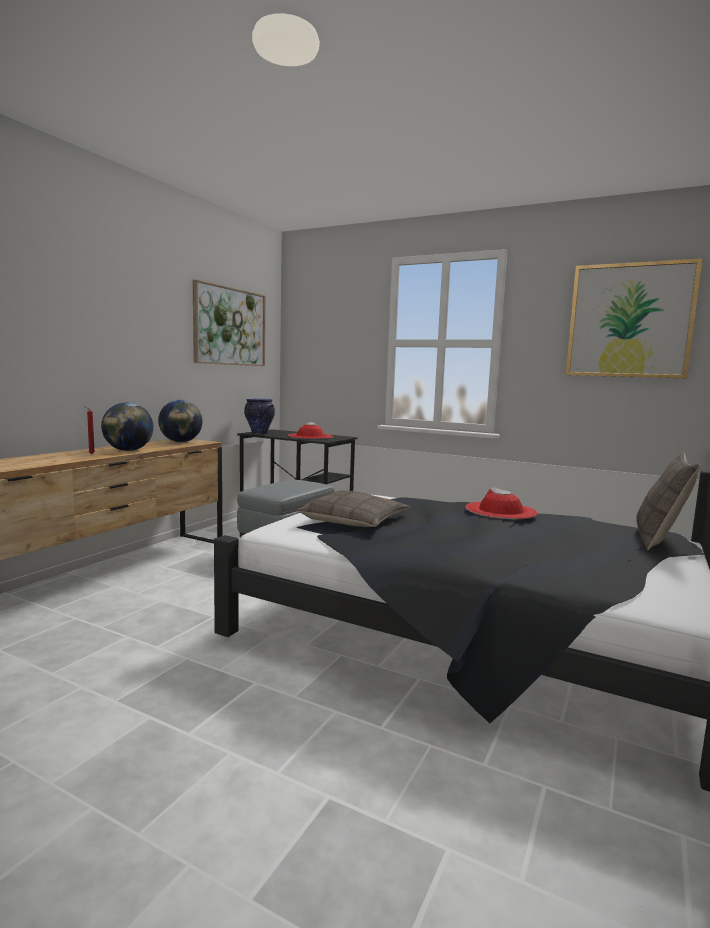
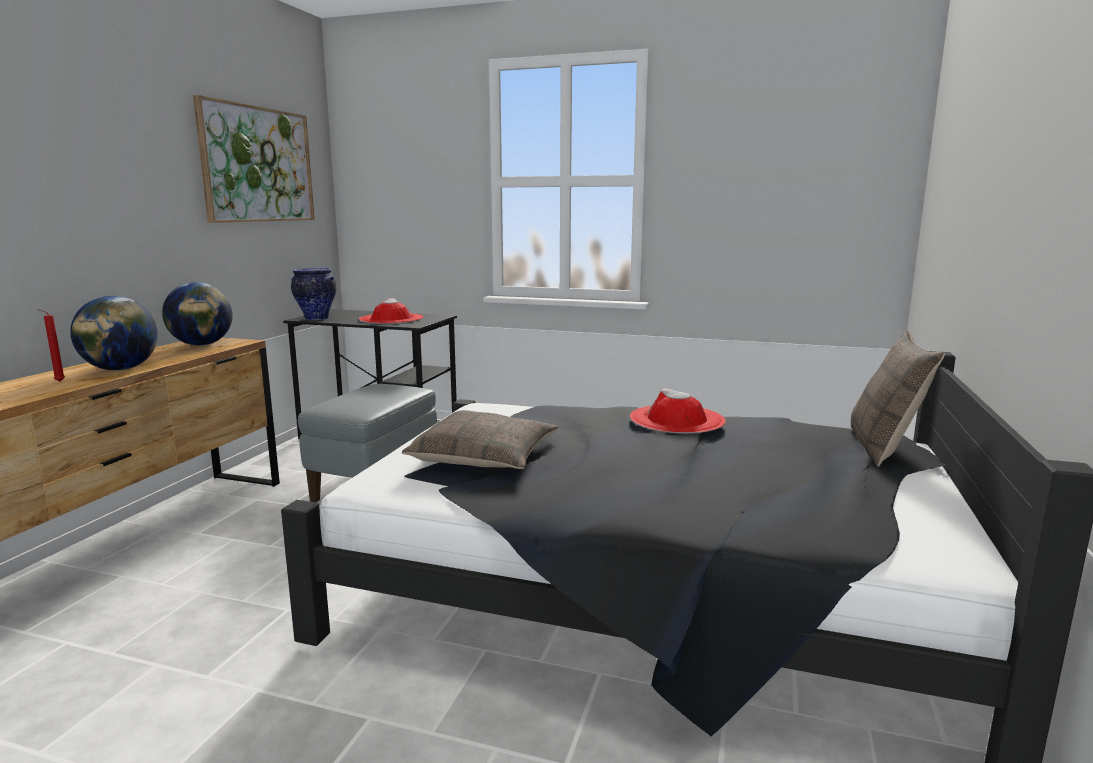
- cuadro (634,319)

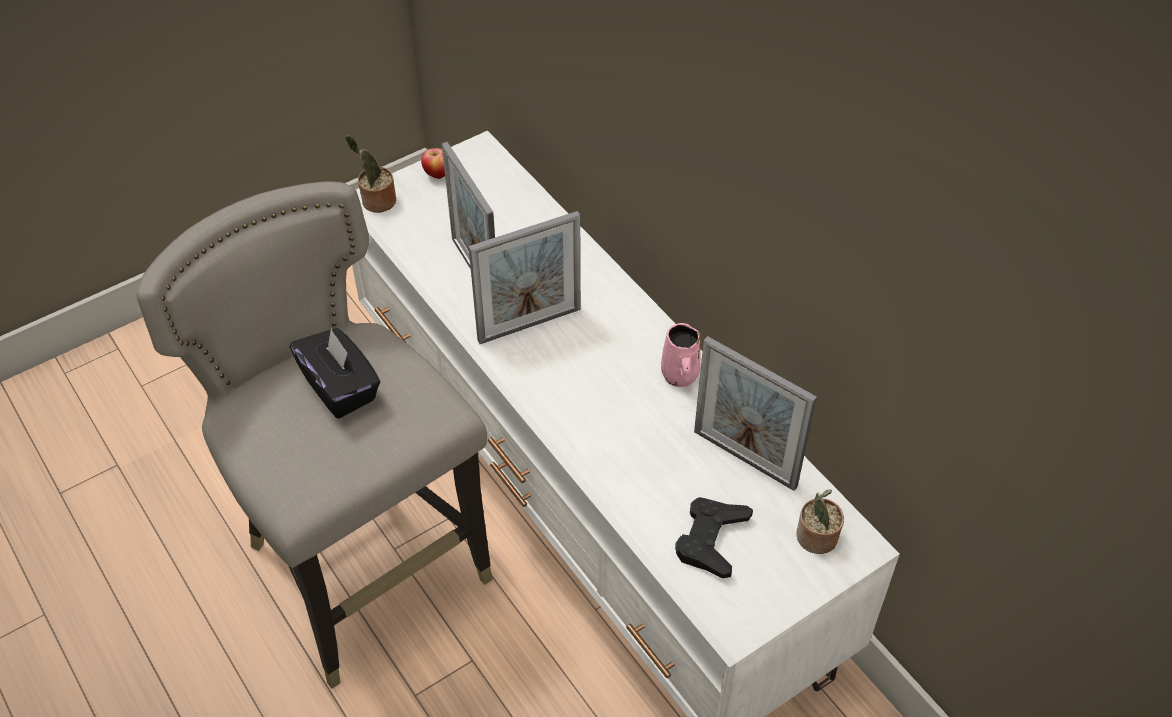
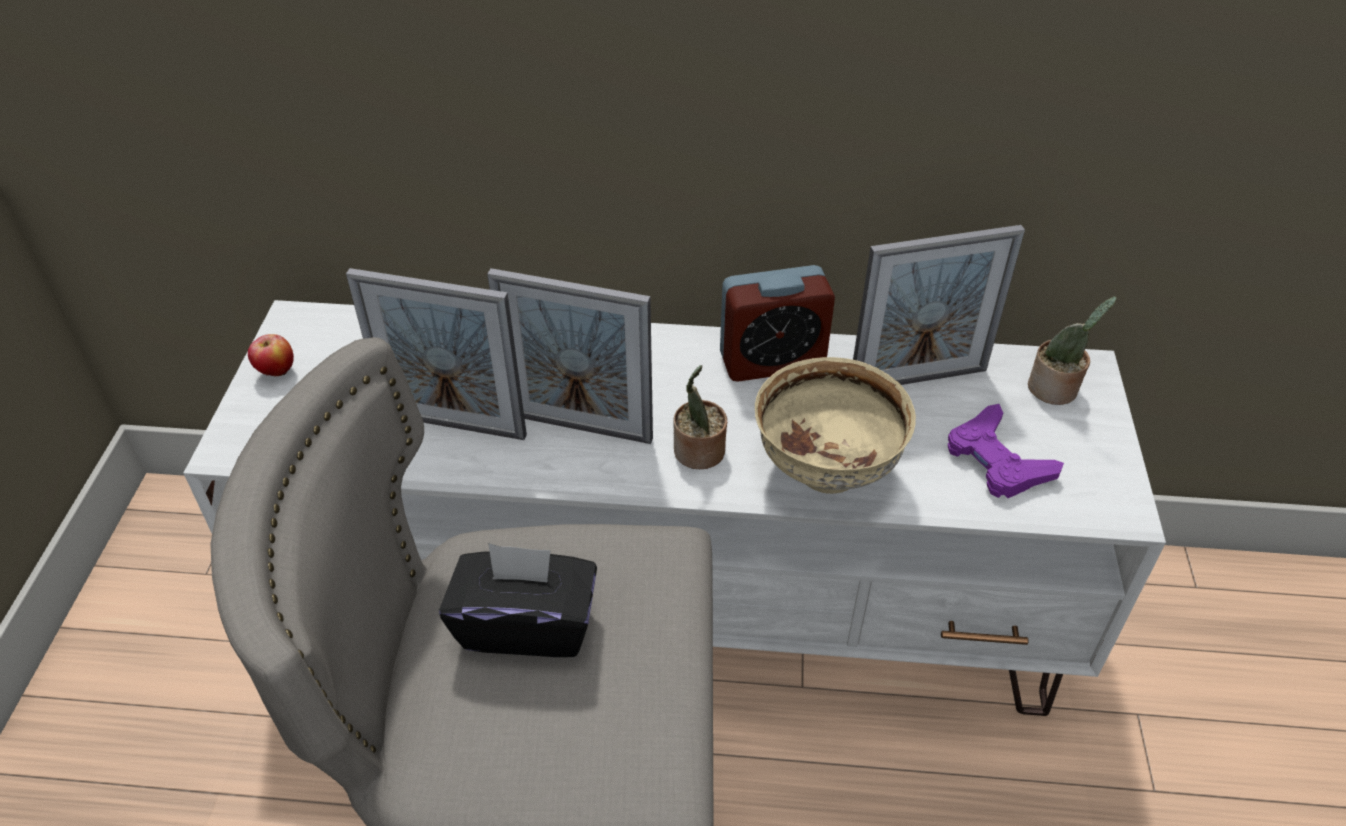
+ cuenco (beis) (835,425)
~ planta en maceta (370,174) to (700,417)
~ taza grande (rosa) (681,355) to despertador (777,323)
~ mando de consola (negro) (714,537) to mando de consola (morado) (1006,451)
~ portarretratos (525,277) = (570,356) 90 degrees clockwise

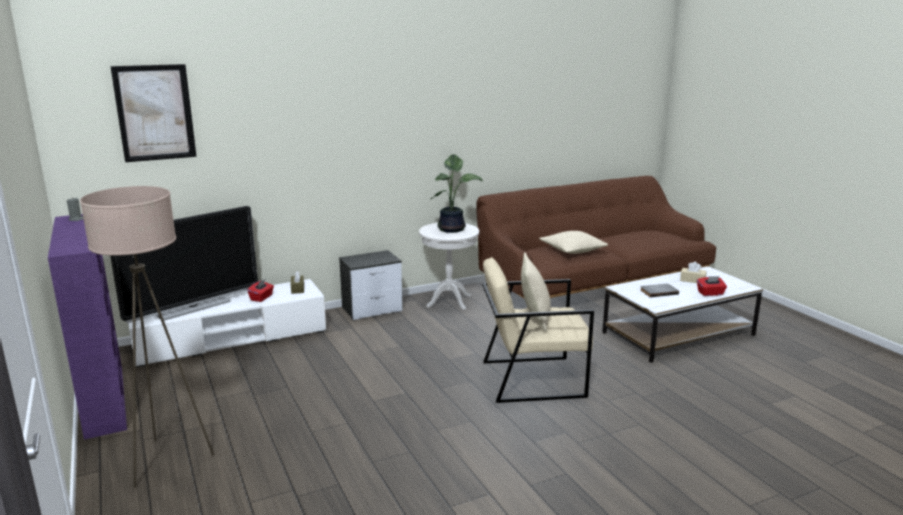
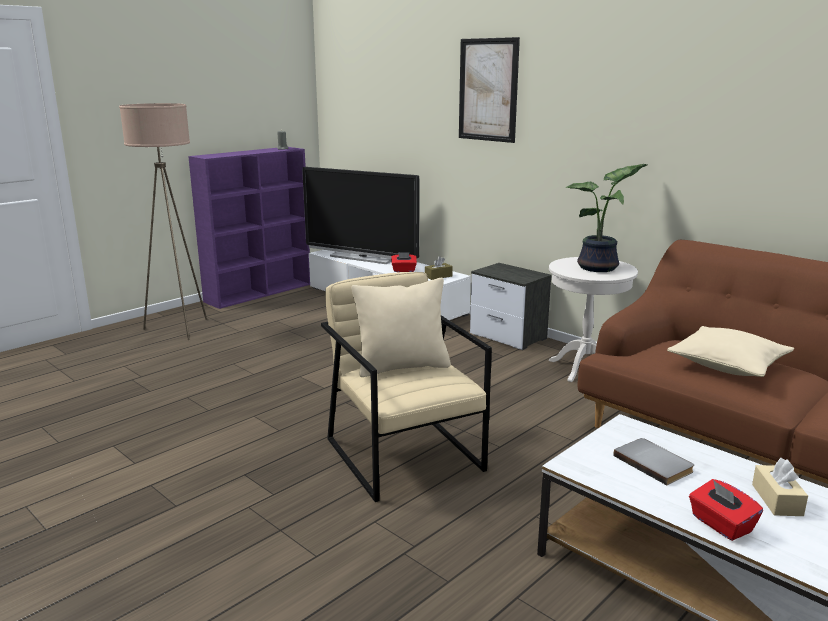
~ cuadro (153,113) to (489,90)

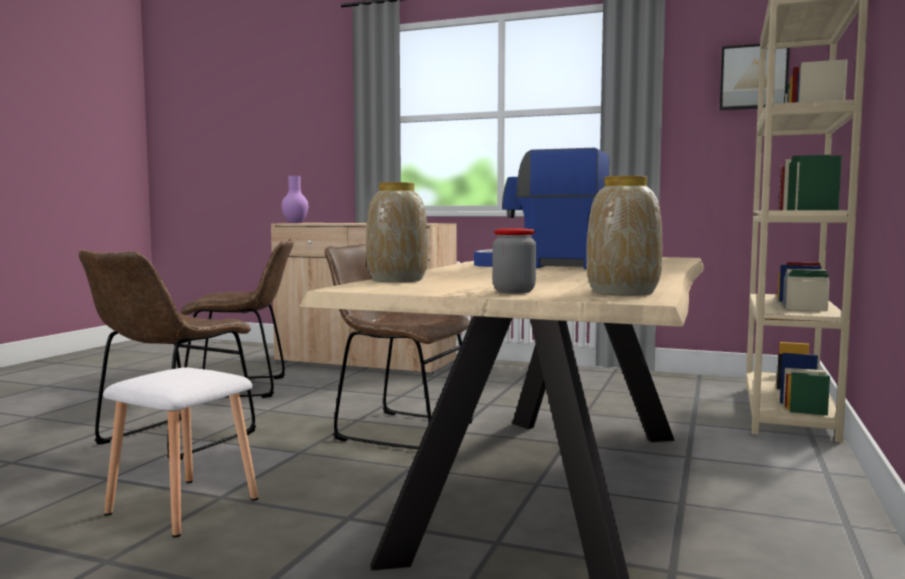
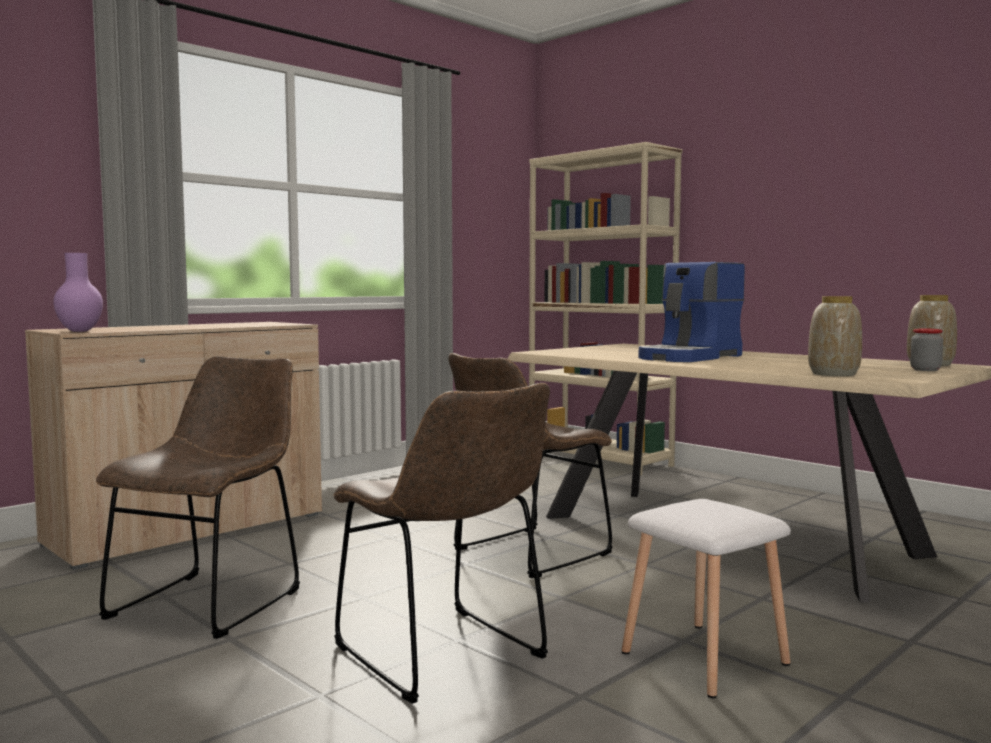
- cuadro (754,77)

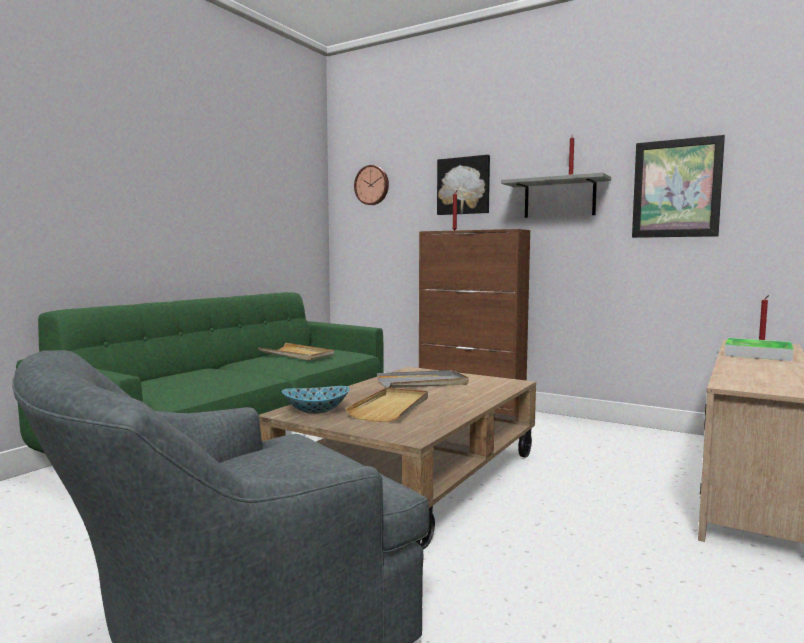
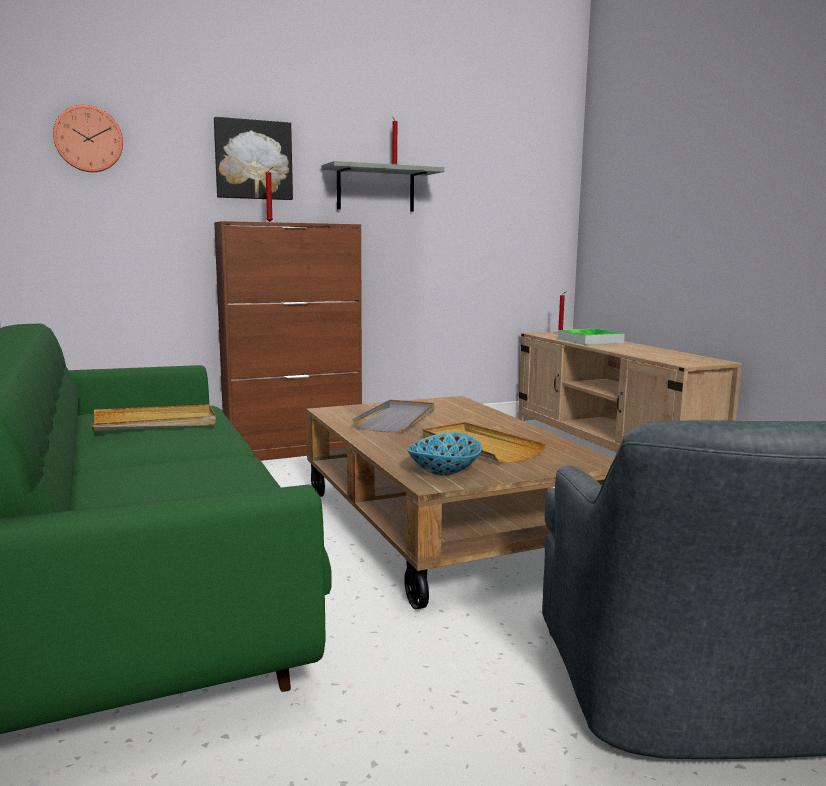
- cuadro (678,186)

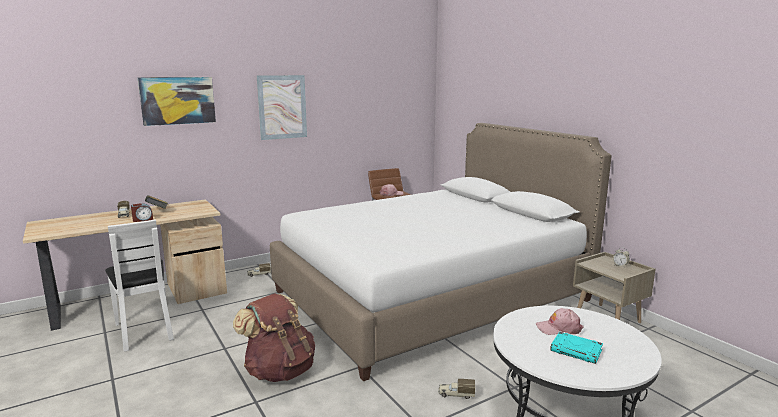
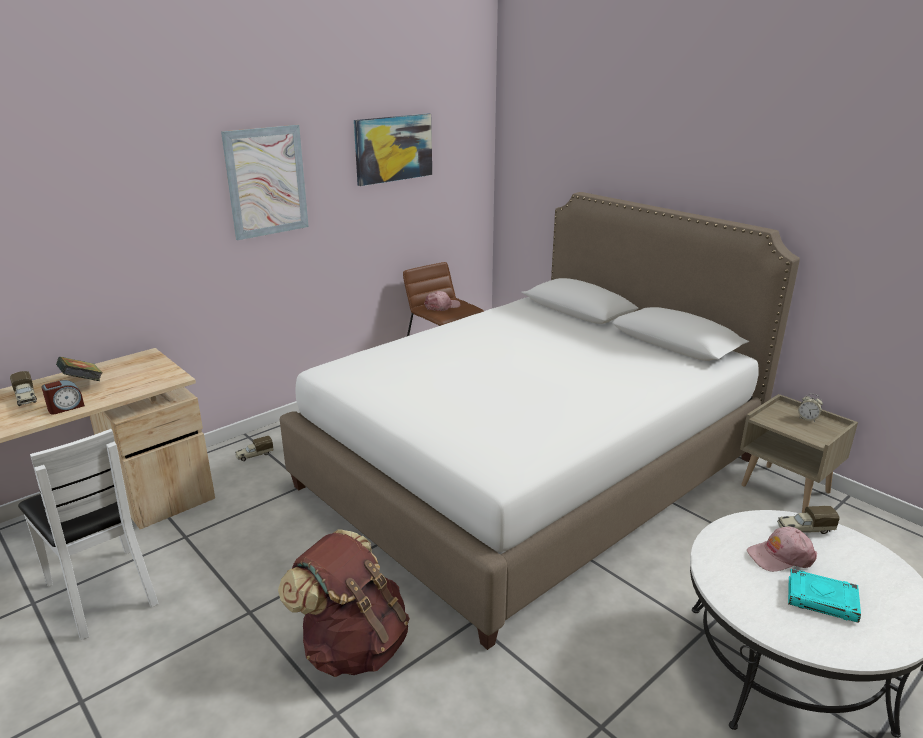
~ cuadro (177,101) to (393,149)
~ camión de juguete (456,389) to (808,520)

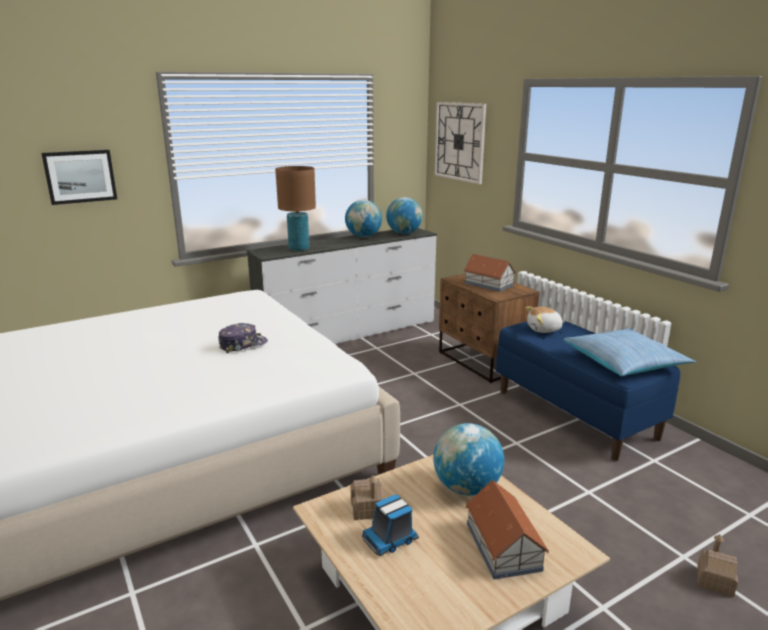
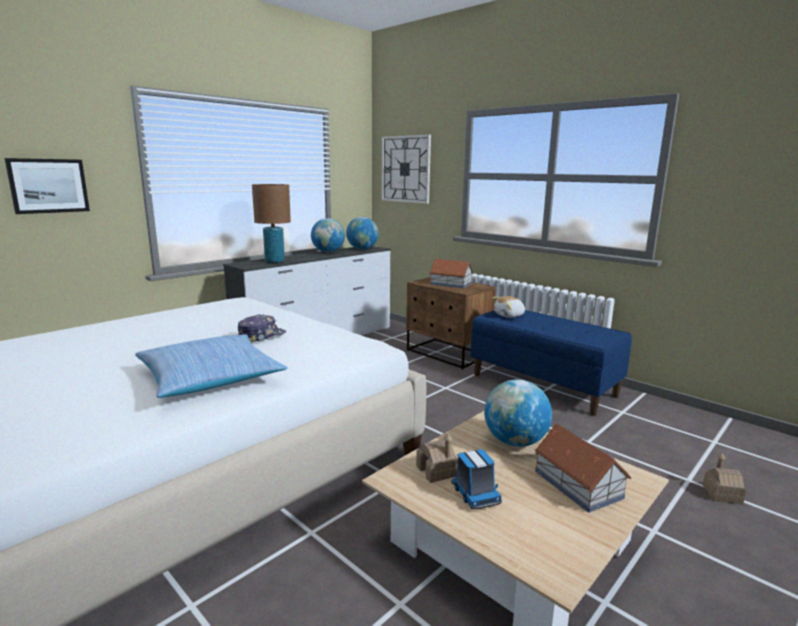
~ cojín (630,352) to (211,366)
~ camión de juguete (390,525) = (476,479) 60 degrees counterclockwise

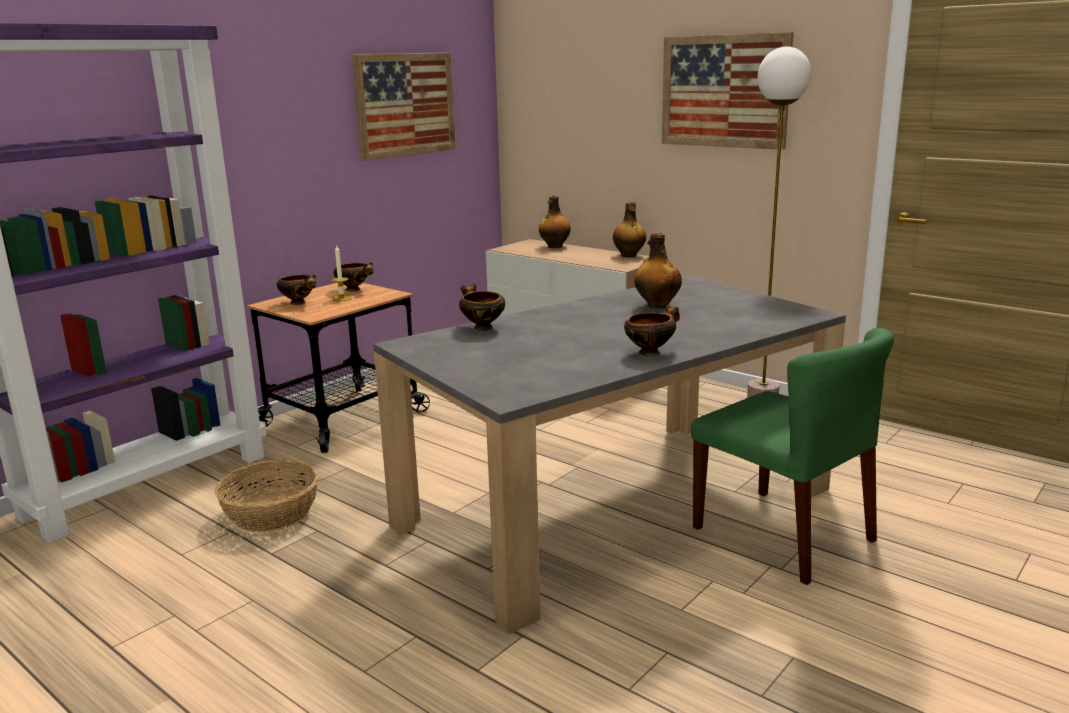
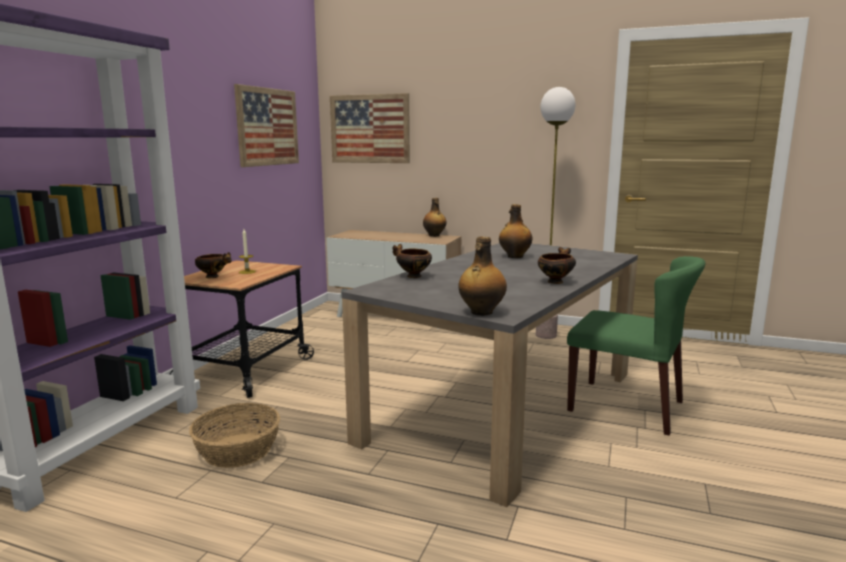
- cuenco (353,277)
~ botella (555,222) to (482,276)
~ cuadro (728,91) to (370,128)

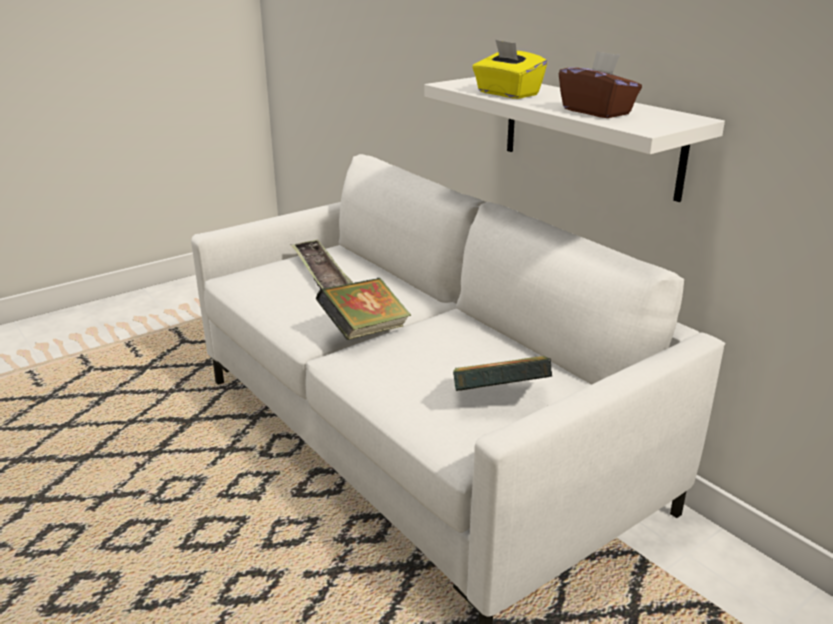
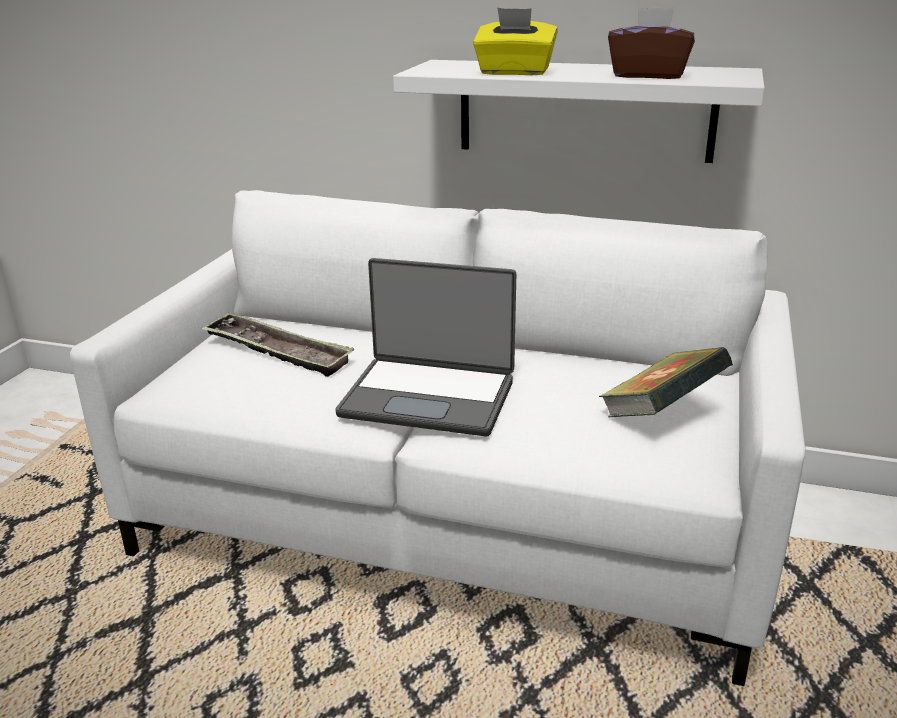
~ libro (363,309) to portátil (426,347)

